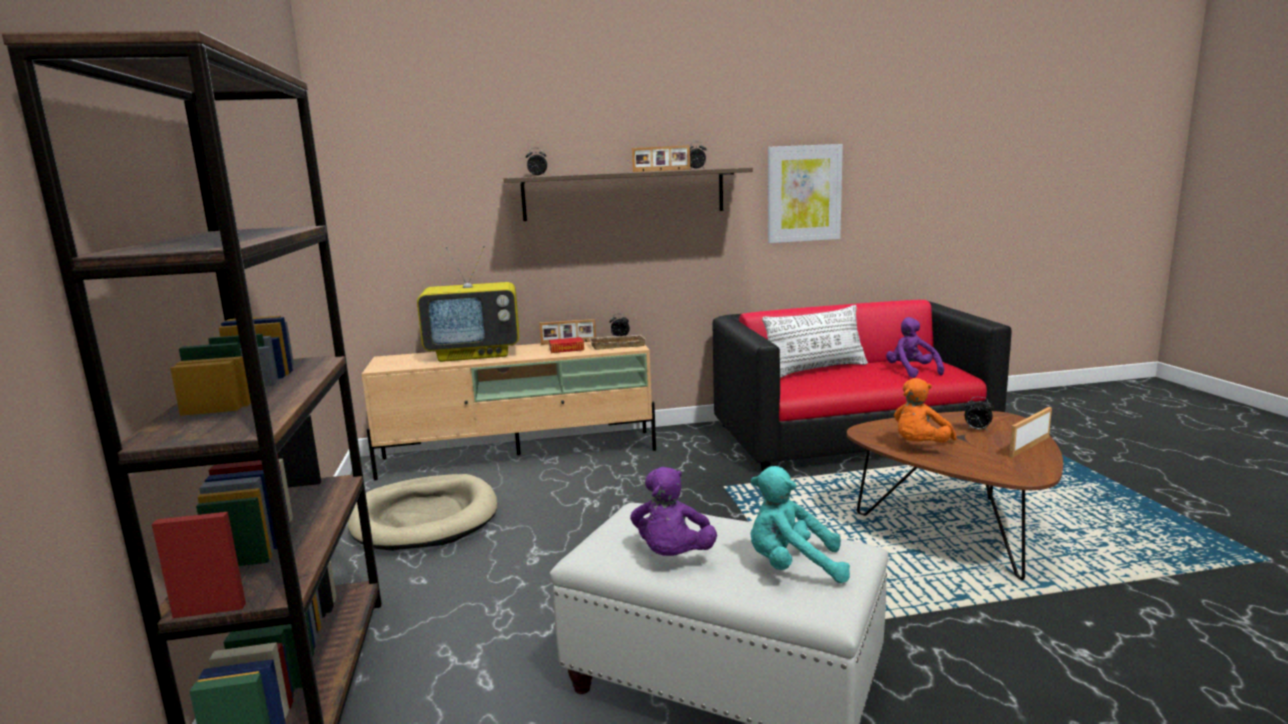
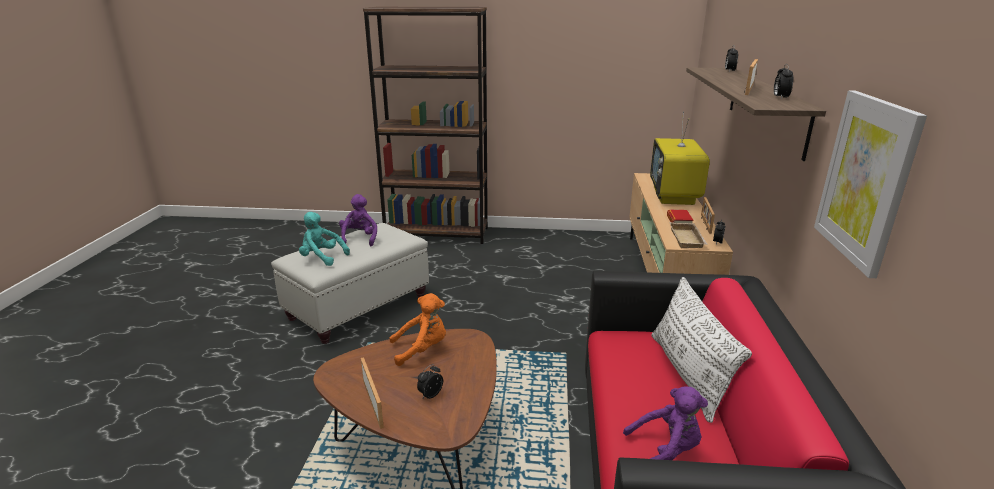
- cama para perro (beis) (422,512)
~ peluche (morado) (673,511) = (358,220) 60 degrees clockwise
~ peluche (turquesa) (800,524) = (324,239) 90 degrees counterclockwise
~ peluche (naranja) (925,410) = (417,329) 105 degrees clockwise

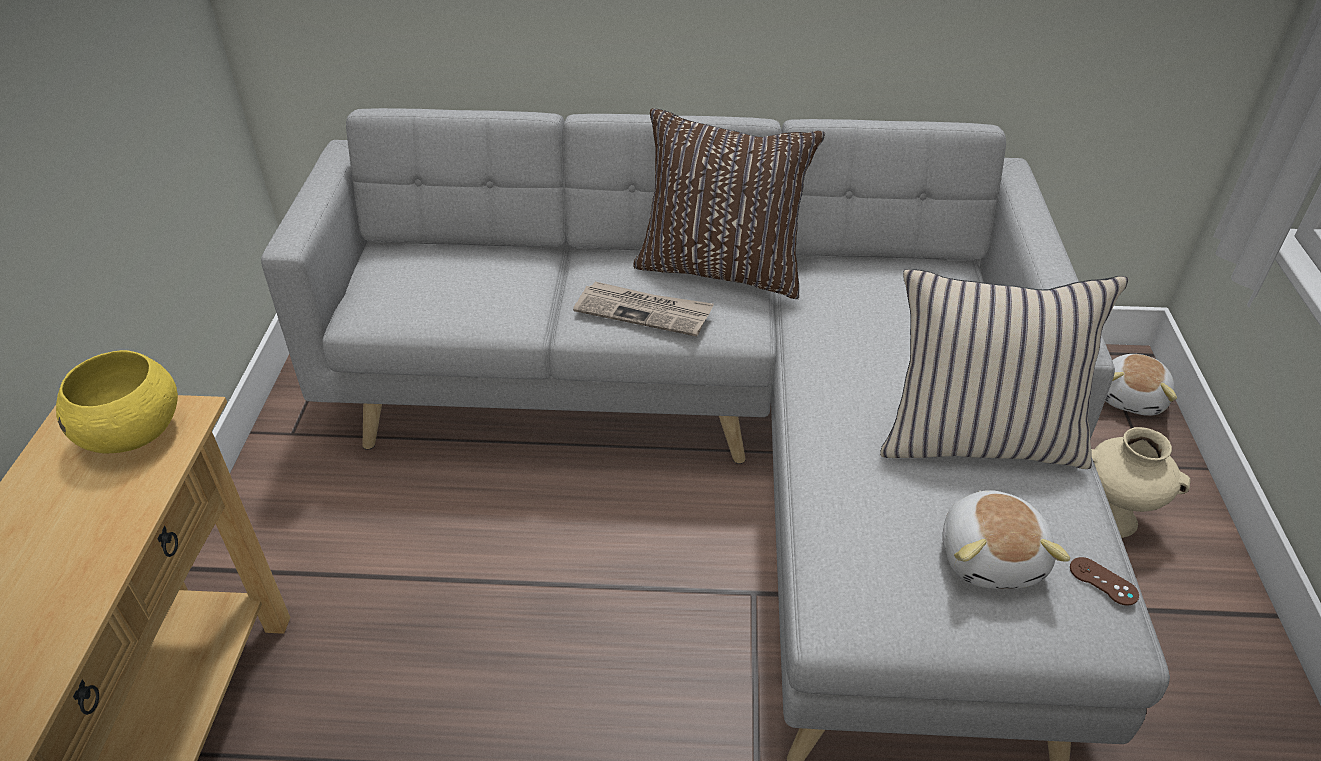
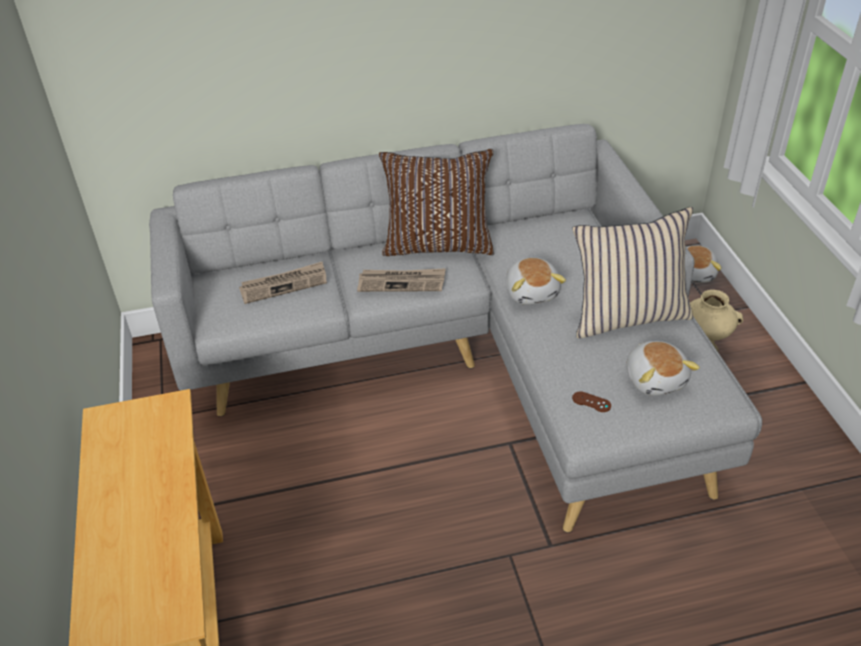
- cuenco (amarillo) (117,401)
+ periódico (283,283)
+ peluche (536,281)
~ mando de consola (marrón) (1104,581) to (591,401)

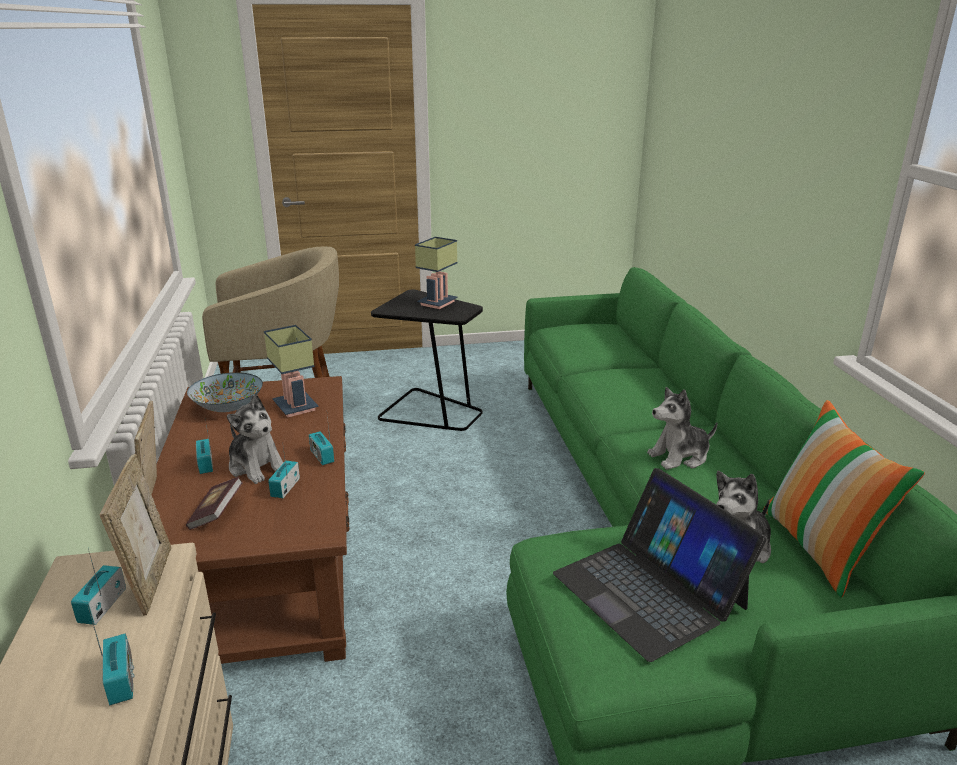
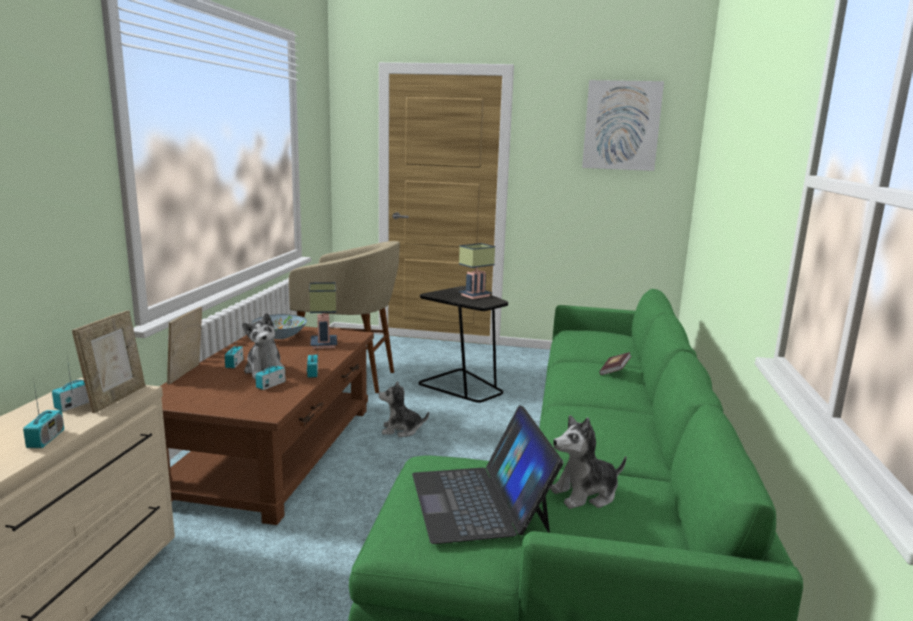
- cojín (845,499)
+ cuadro (623,125)
~ libro (214,503) to (615,363)
~ peluche (682,428) to (404,409)

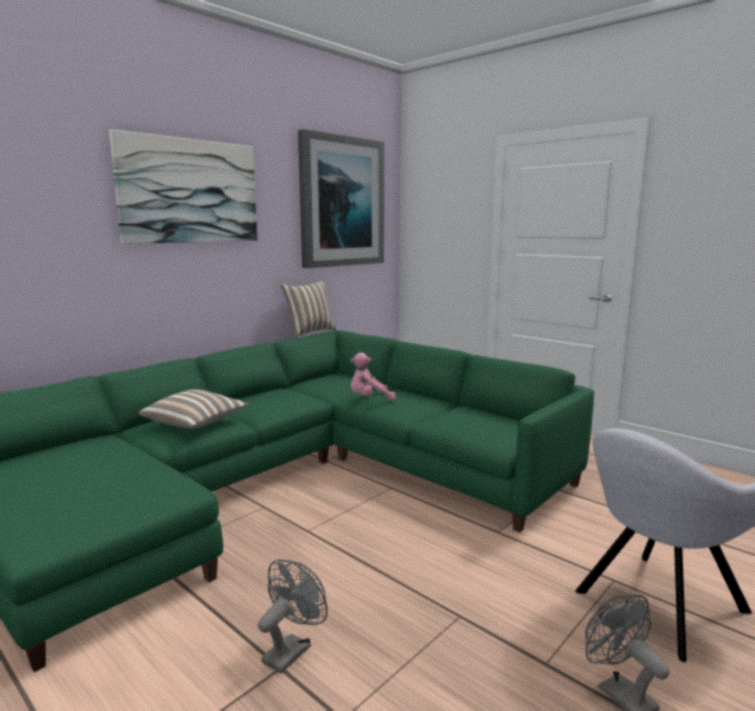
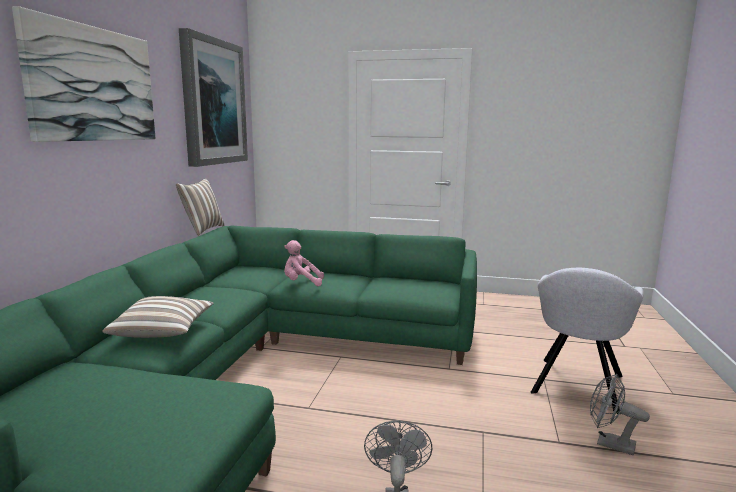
~ peluche (rosa) (373,377) = (304,263) 45 degrees clockwise

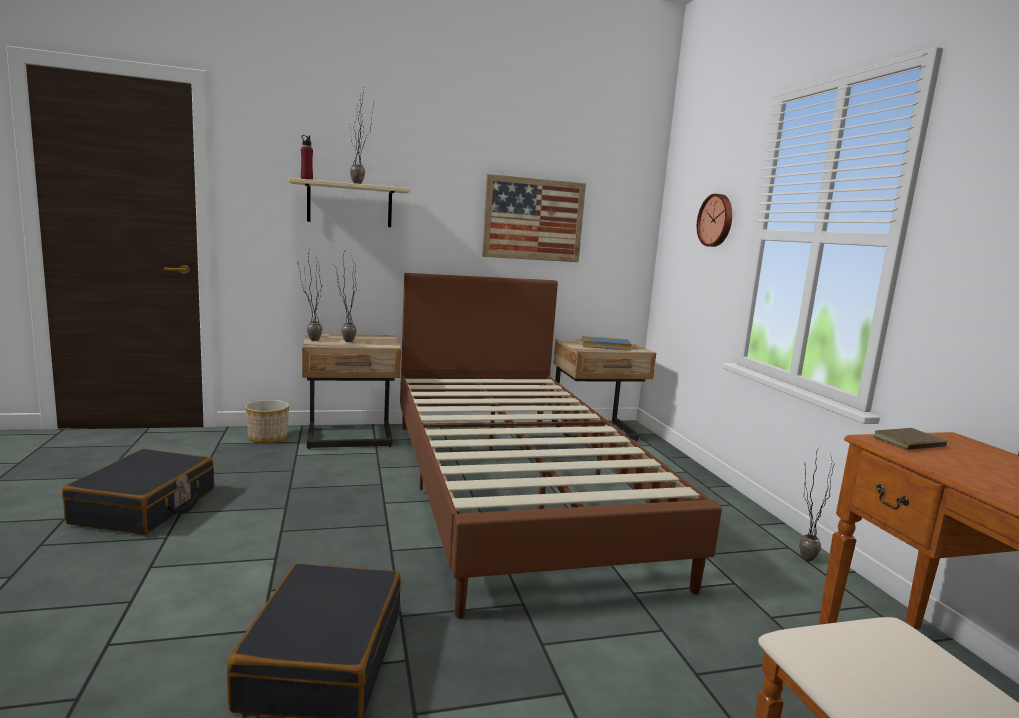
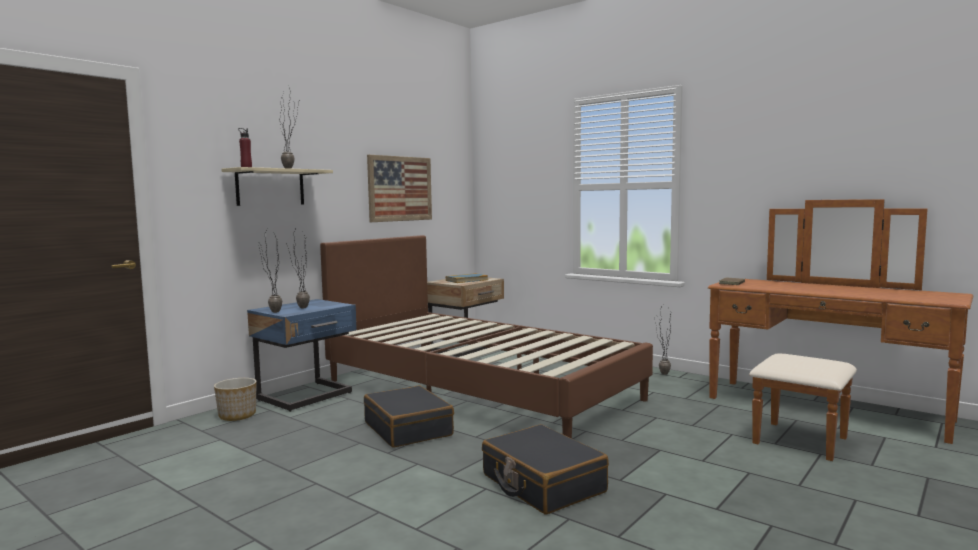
- reloj de pared (714,220)
~ maleta (negro) (138,492) to (409,416)
~ mesita de noche (beis) (351,391) to mesita de noche (azul) (302,355)

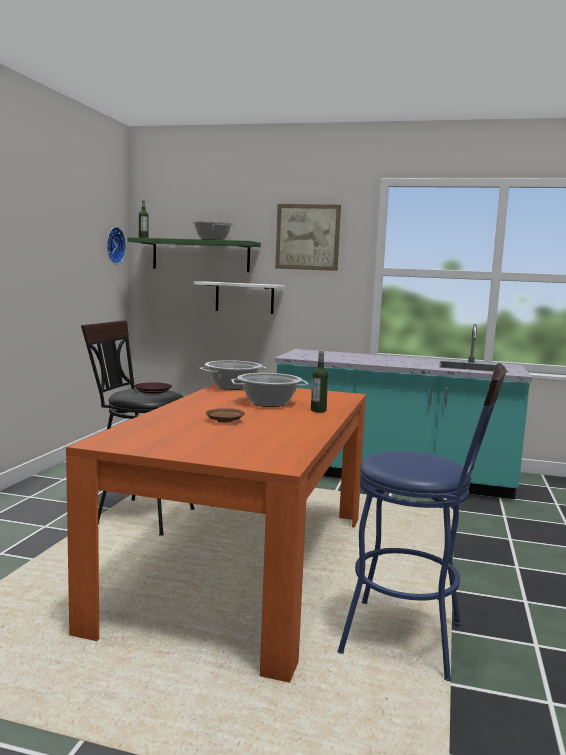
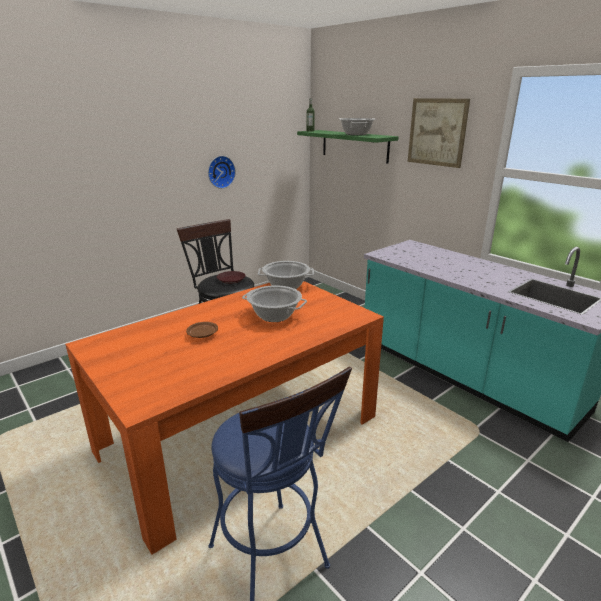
- estante (blanco) (239,298)
- botella (319,381)
~ reloj de pared (116,245) to (222,172)

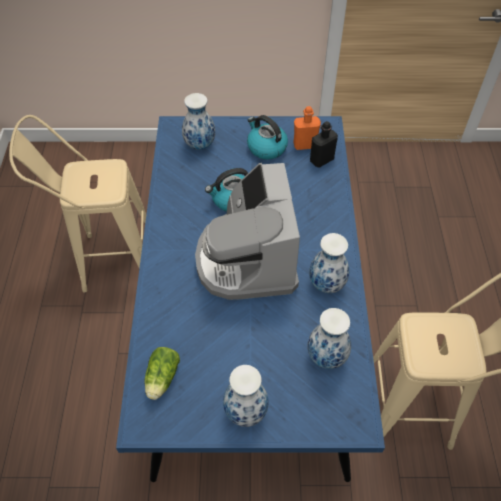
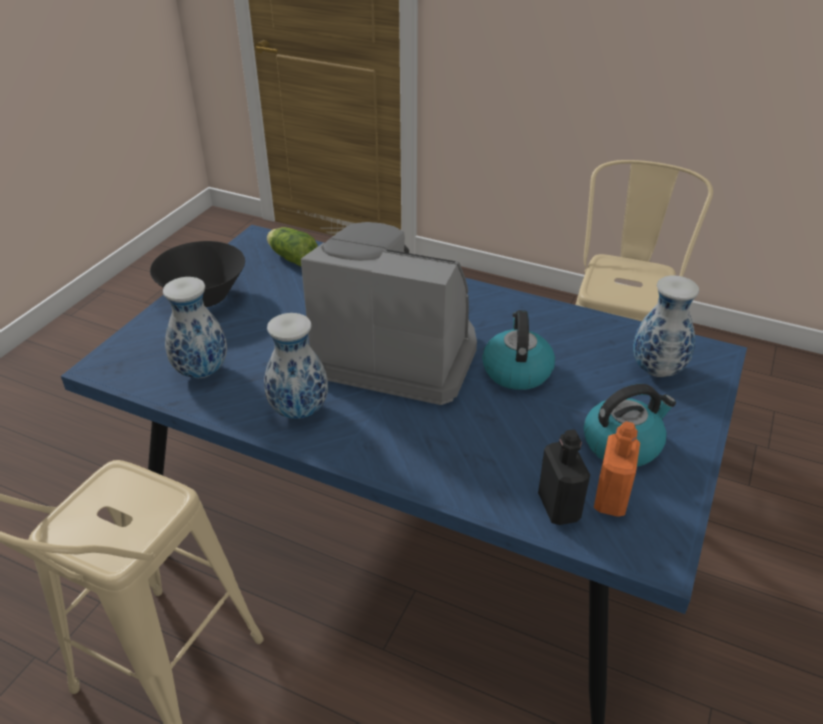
~ florero (245,396) to cuenco (negro) (197,274)

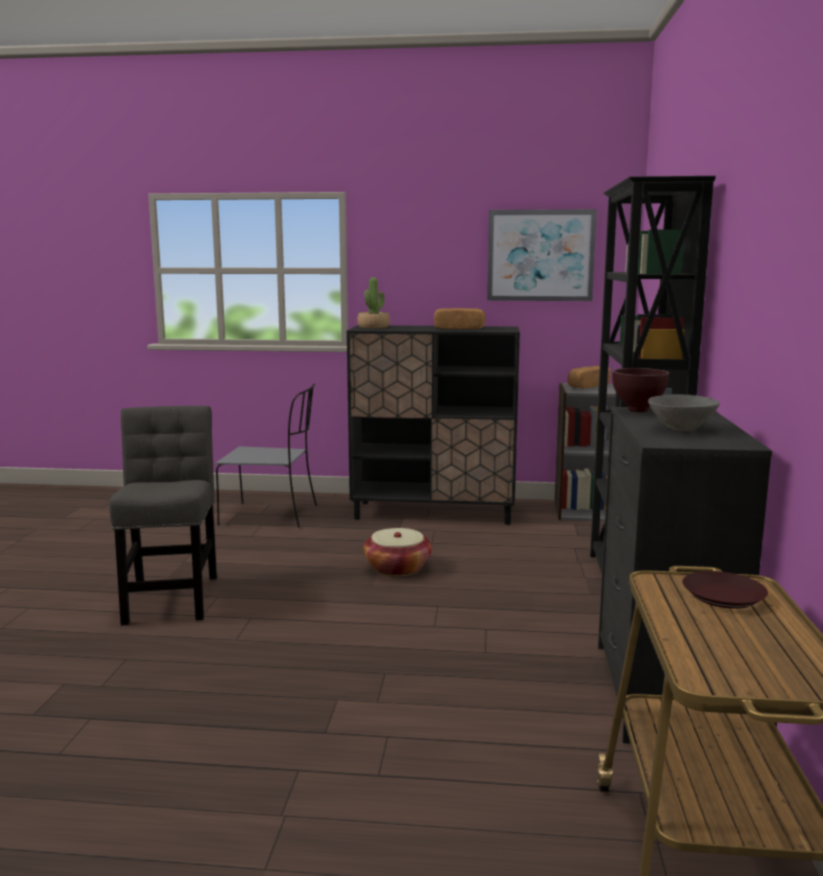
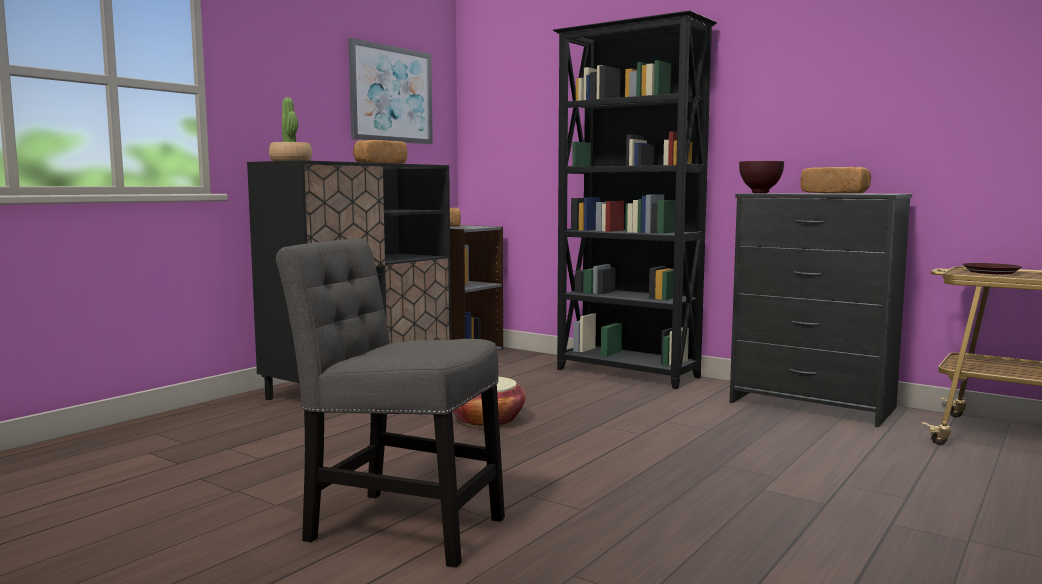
- silla (gris) (266,456)
~ cuenco (gris) (684,413) to pan (836,180)

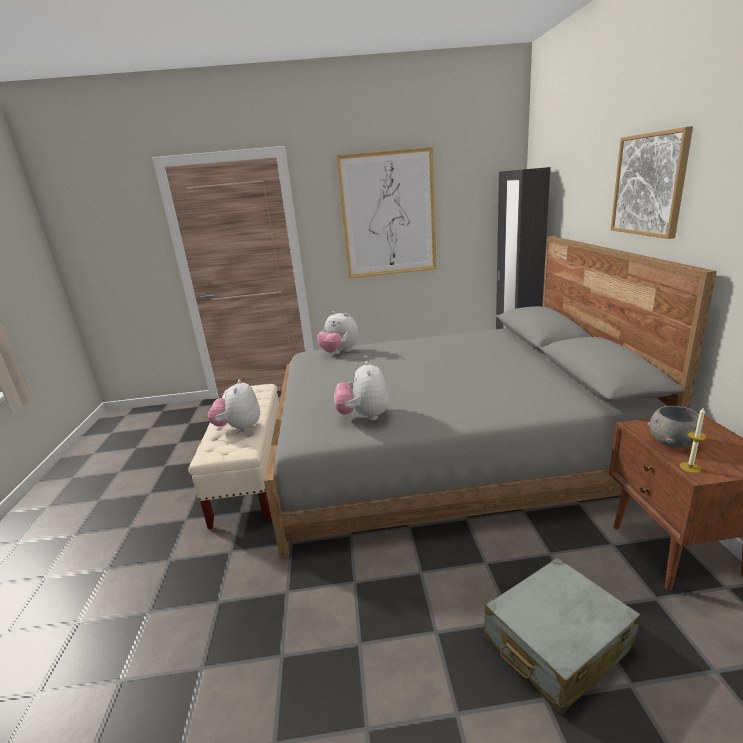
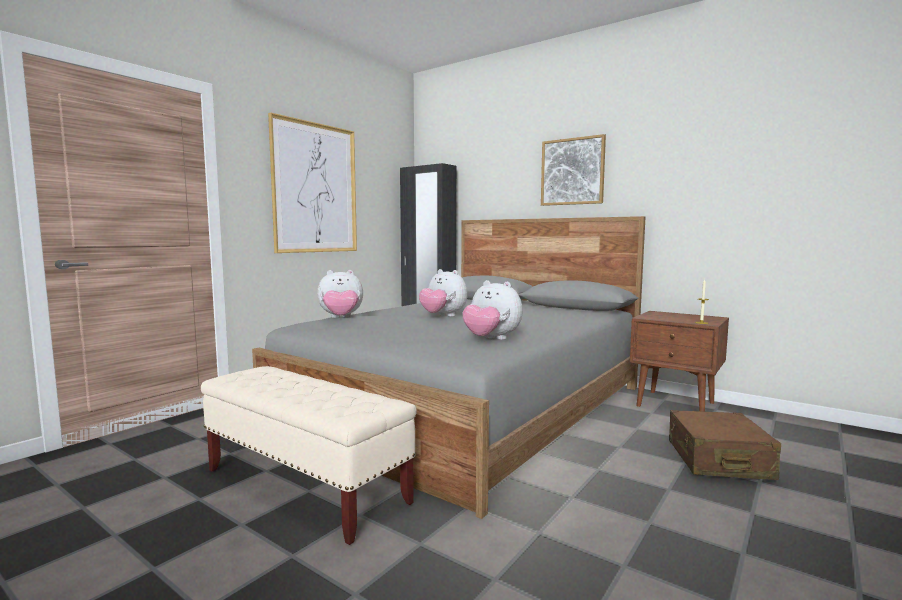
- cuenco (gris) (676,427)
~ peluche (234,405) to (443,293)
~ maleta (gris) (562,636) to maleta (marrón) (725,445)

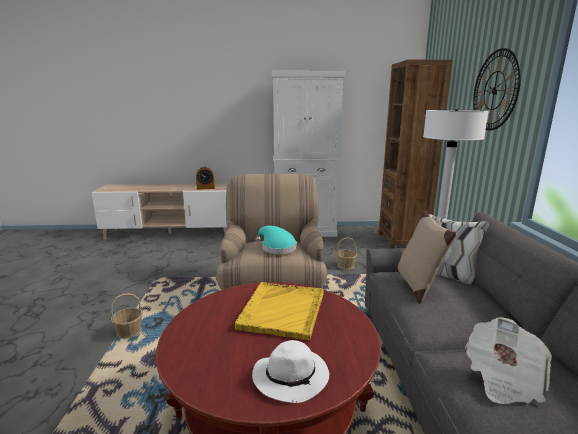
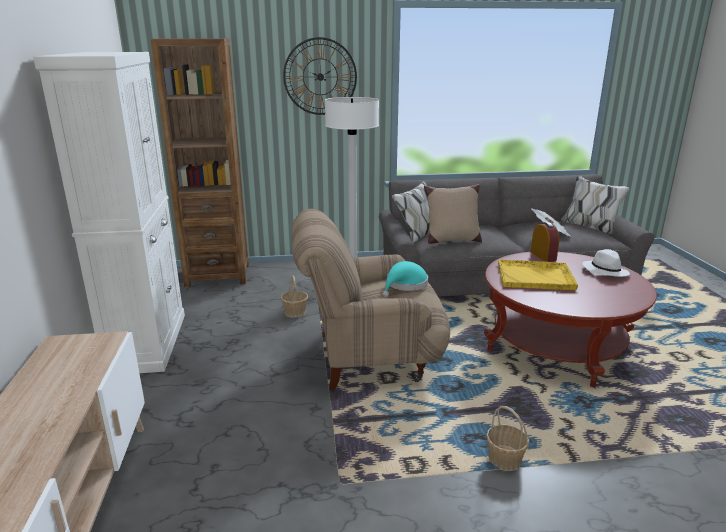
~ despertador (205,178) to (545,242)

